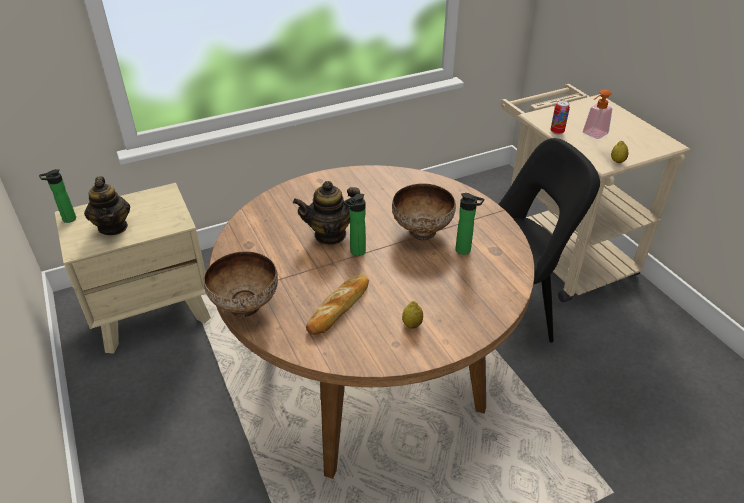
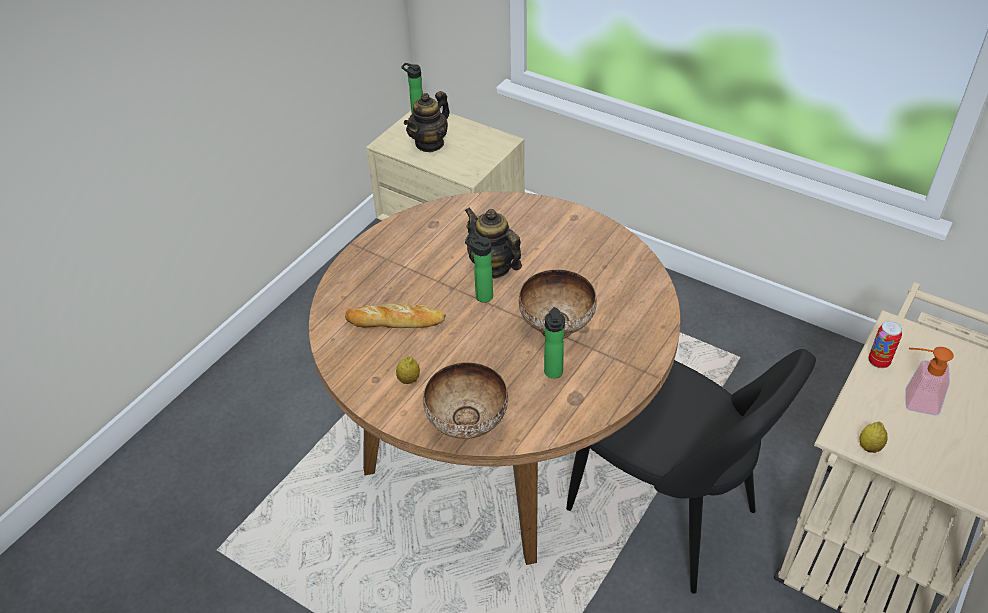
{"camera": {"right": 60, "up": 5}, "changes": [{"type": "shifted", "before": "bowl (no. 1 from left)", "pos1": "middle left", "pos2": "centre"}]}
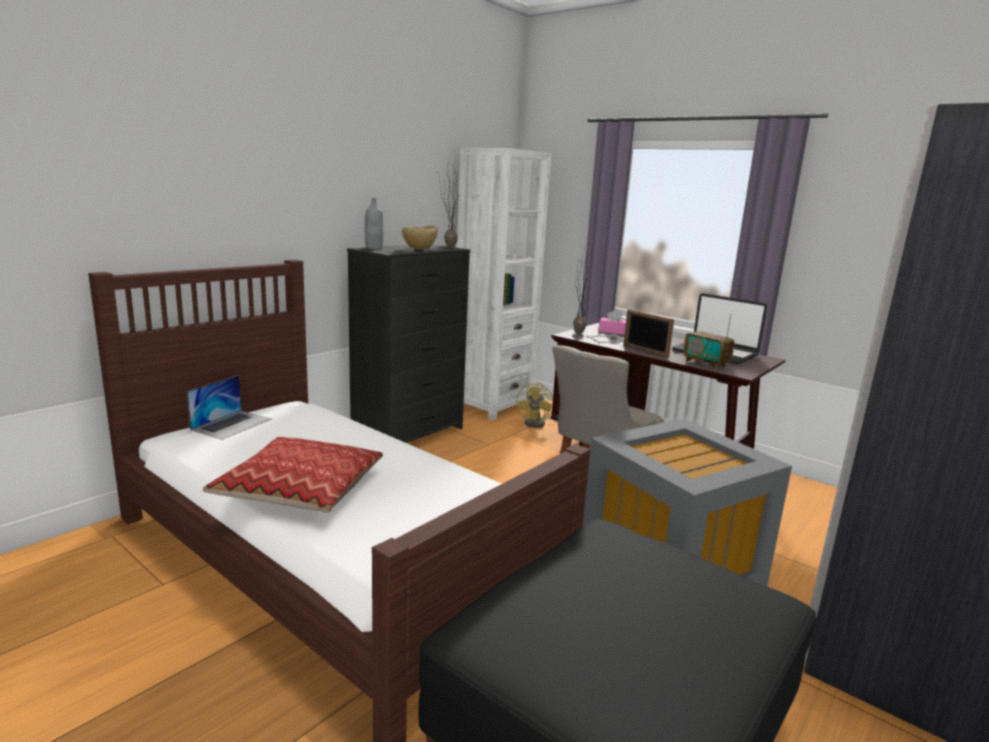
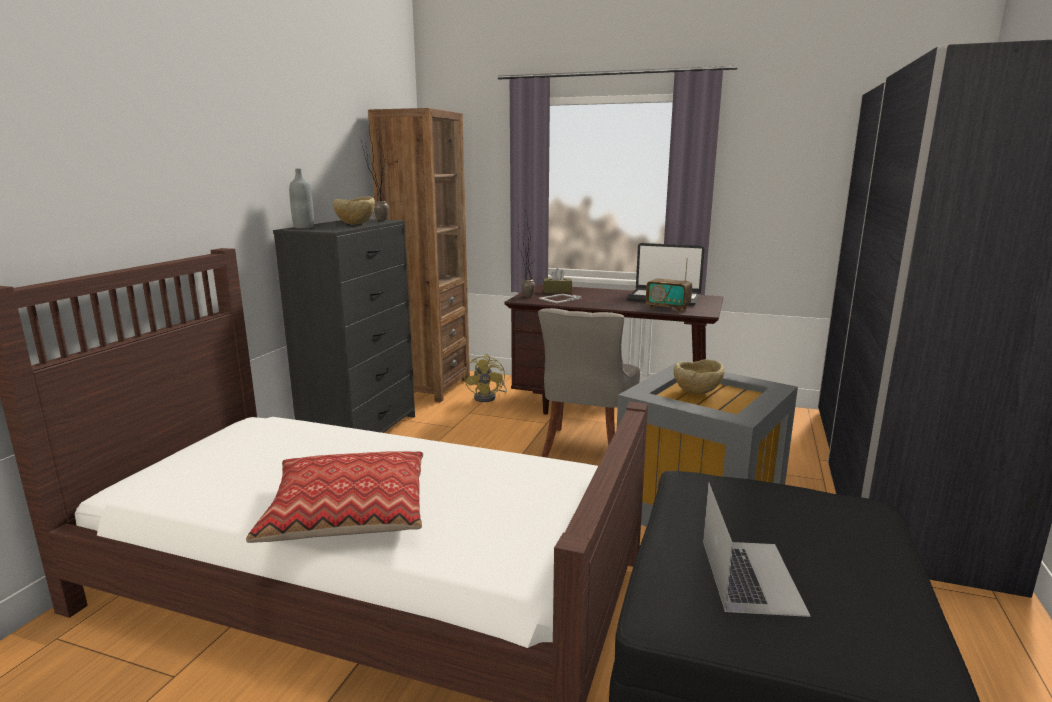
{"camera": {"right": -20, "up": 0}, "changes": [{"type": "repainted", "before": "bookcase in white", "after": "bookcase in brown", "pos1": "centre", "pos2": "centre"}, {"type": "repainted", "before": "tissue box in pink", "after": "tissue box in brown", "pos1": "centre", "pos2": "centre"}, {"type": "gone", "before": "picture frame (no. 2 from left)", "pos1": "centre"}, {"type": "shifted", "before": "laptop (no. 1 from left in the first image)", "after": "laptop (no. 2 from left)", "pos1": "middle left", "pos2": "bottom right"}, {"type": "new", "after": "bowl in beige (no. 2 from left)", "pos2": "centre"}]}
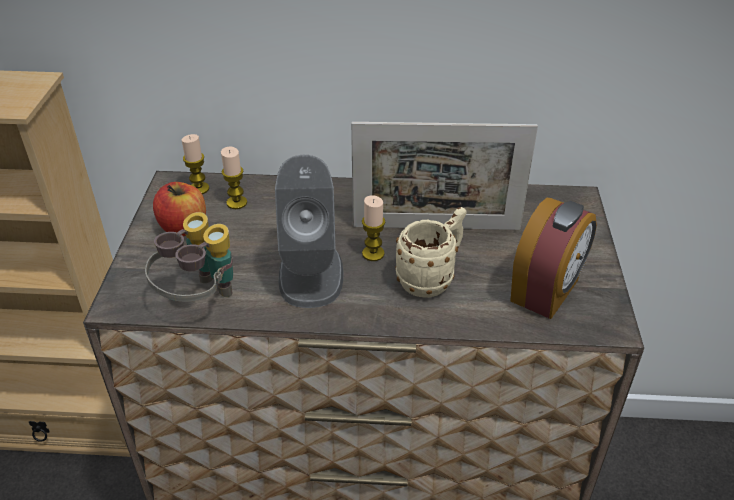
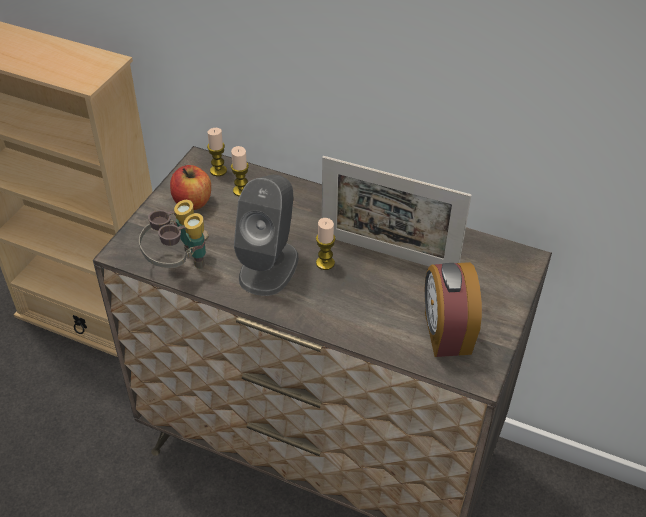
{"camera": {"right": 20, "up": 5}, "changes": [{"type": "rotated", "before": "alarm clock", "pos1": "middle right", "pos2": "middle right", "turn": 120}, {"type": "gone", "before": "mug in beige", "pos1": "centre"}]}
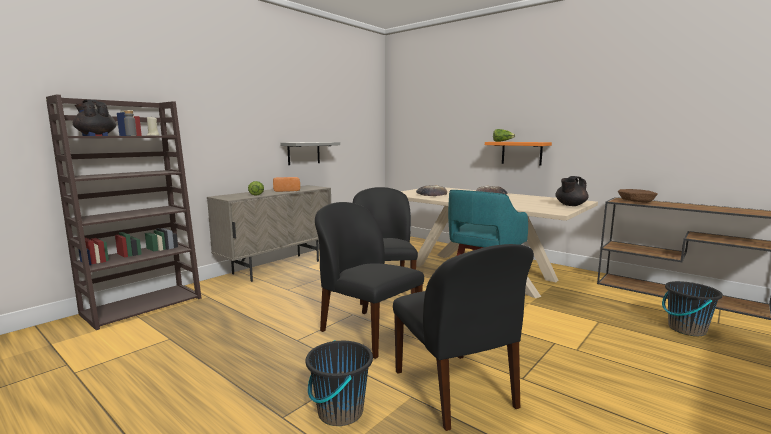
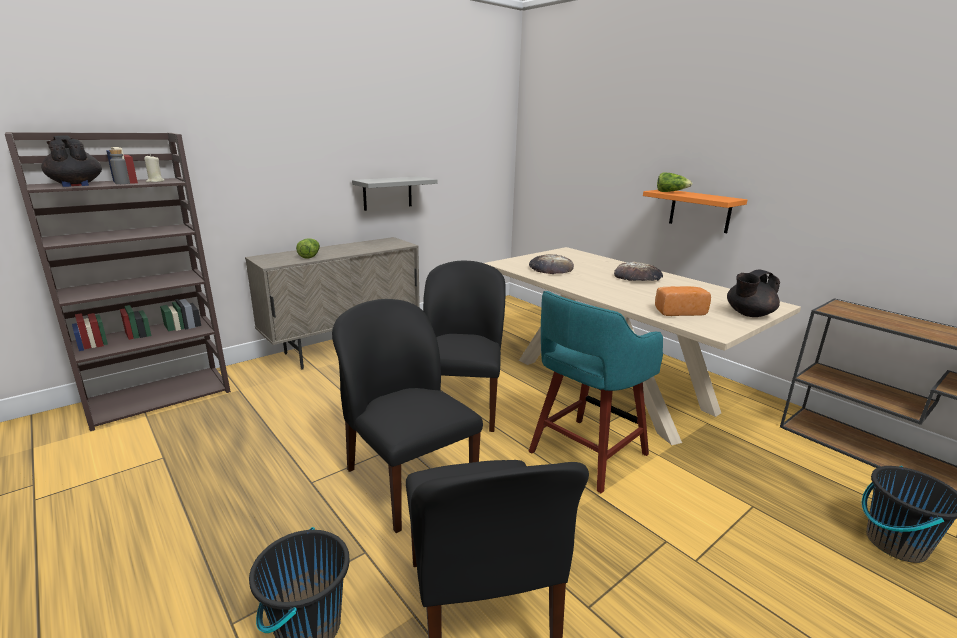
{"camera": {"right": 10, "up": 10}, "changes": [{"type": "shifted", "before": "bread (no. 1 from left in the first image)", "after": "bread (no. 3 from left)", "pos1": "centre", "pos2": "middle right"}, {"type": "gone", "before": "bowl in brown", "pos1": "middle right"}]}
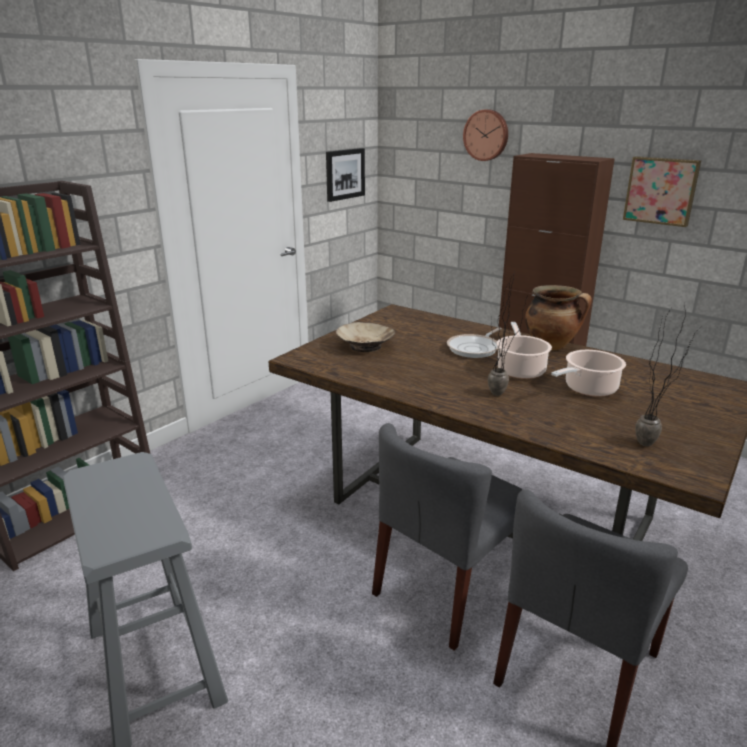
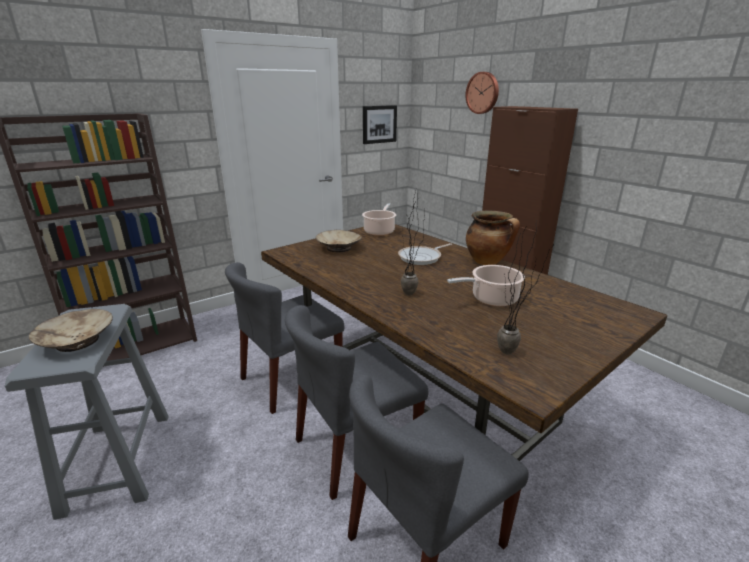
{"camera": {"right": 15, "up": 0}, "changes": [{"type": "gone", "before": "picture (no. 2 from left)", "pos1": "top right"}, {"type": "shifted", "before": "cooking pot (no. 1 from left)", "pos1": "middle right", "pos2": "centre"}, {"type": "new", "after": "chair in grey (no. 1 from left)", "pos2": "centre"}, {"type": "new", "after": "bowl in beige (no. 1 from left)", "pos2": "middle left"}]}
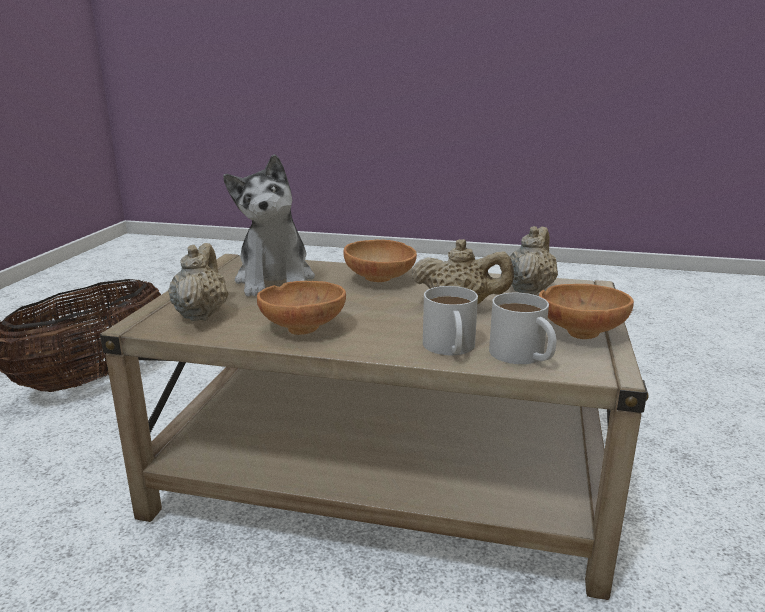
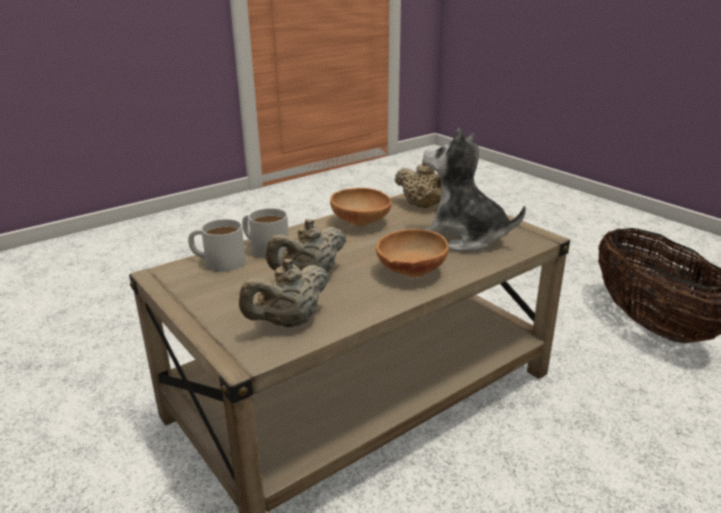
{"camera": {"right": 130, "up": 5}, "changes": [{"type": "rotated", "before": "teapot in beige (no. 3 from left in the first image)", "pos1": "middle right", "pos2": "centre", "turn": 75}, {"type": "gone", "before": "bowl in brown (no. 3 from left)", "pos1": "middle right"}]}
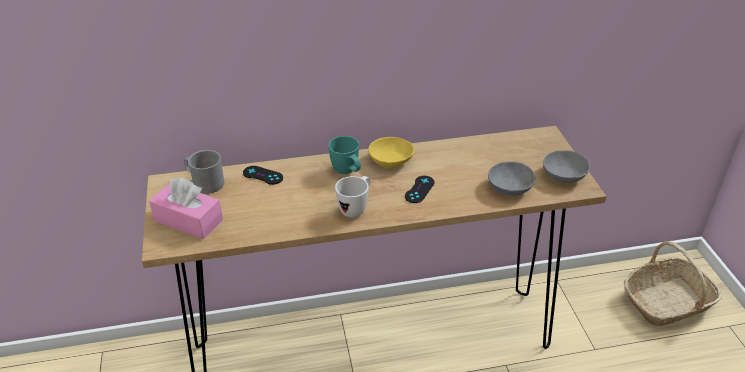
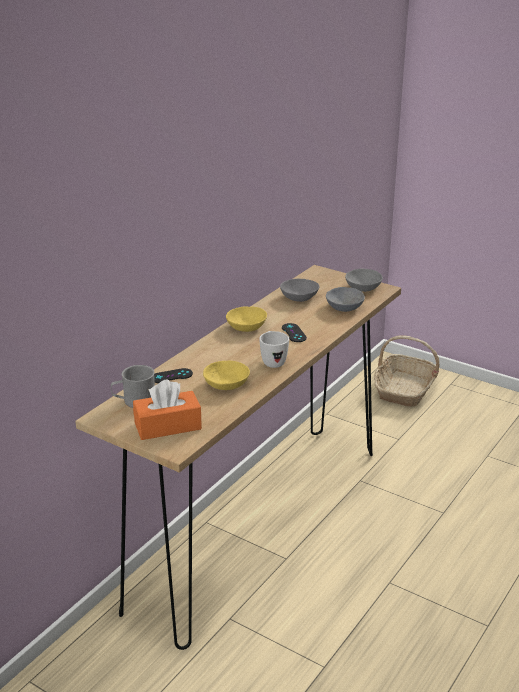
{"camera": {"right": -45, "up": -10}, "changes": [{"type": "gone", "before": "mug in turquoise", "pos1": "centre"}, {"type": "repainted", "before": "tissue box in pink", "after": "tissue box in orange", "pos1": "middle left", "pos2": "middle left"}, {"type": "new", "after": "bowl in grey (no. 1 from left)", "pos2": "centre"}, {"type": "new", "after": "bowl in yellow (no. 1 from left)", "pos2": "centre"}]}
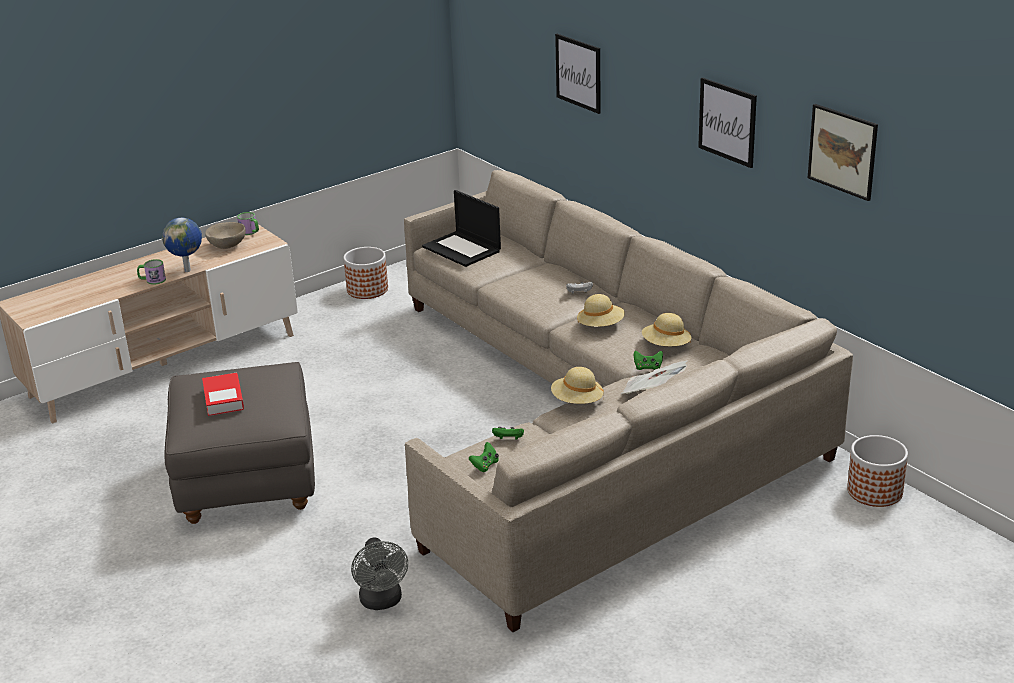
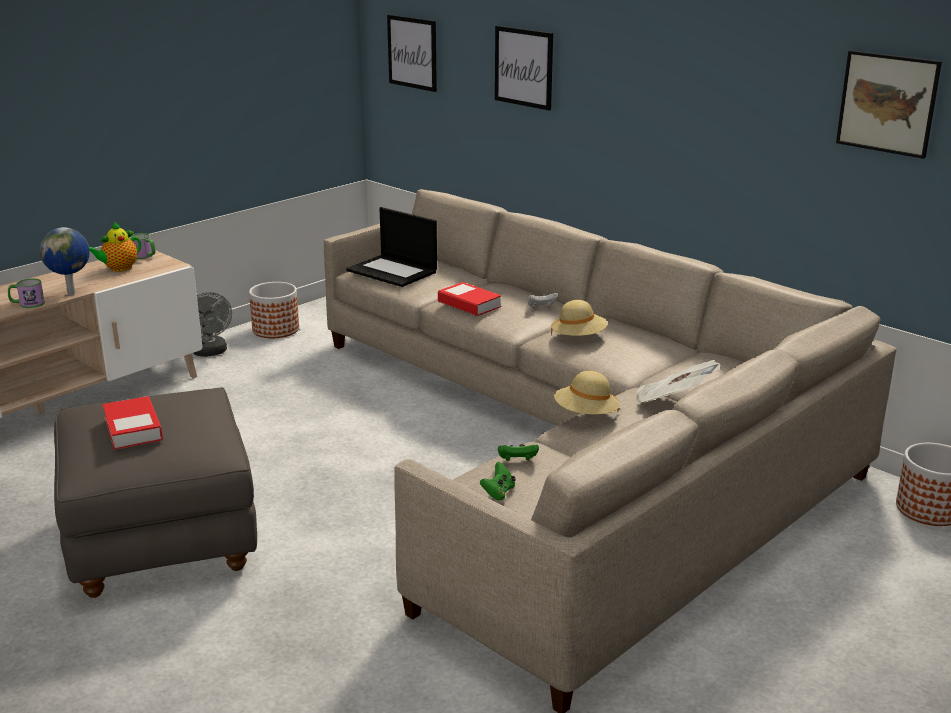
{"camera": {"right": -10, "up": -5}, "changes": [{"type": "shifted", "before": "picture (no. 2 from left in the first image)", "after": "picture (no. 1 from left)", "pos1": "top right", "pos2": "top centre"}, {"type": "swapped", "before": "bowl in beige", "after": "teapot", "pos1": "middle left", "pos2": "middle left"}, {"type": "gone", "before": "hat in beige (no. 3 from left)", "pos1": "centre"}, {"type": "gone", "before": "game controller in green (no. 3 from left)", "pos1": "centre"}, {"type": "shifted", "before": "fan in grey", "pos1": "bottom centre", "pos2": "middle left"}, {"type": "new", "after": "book (no. 2 from left)", "pos2": "centre"}]}
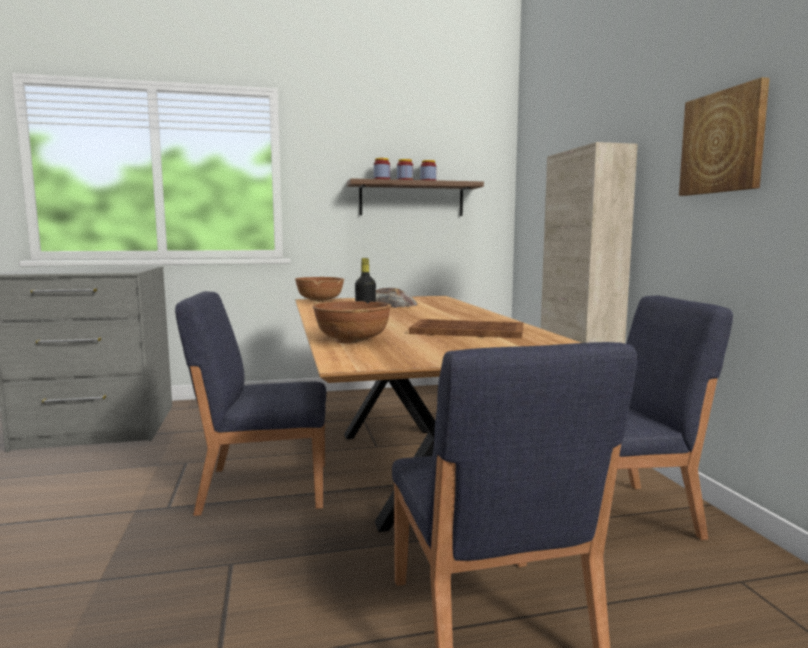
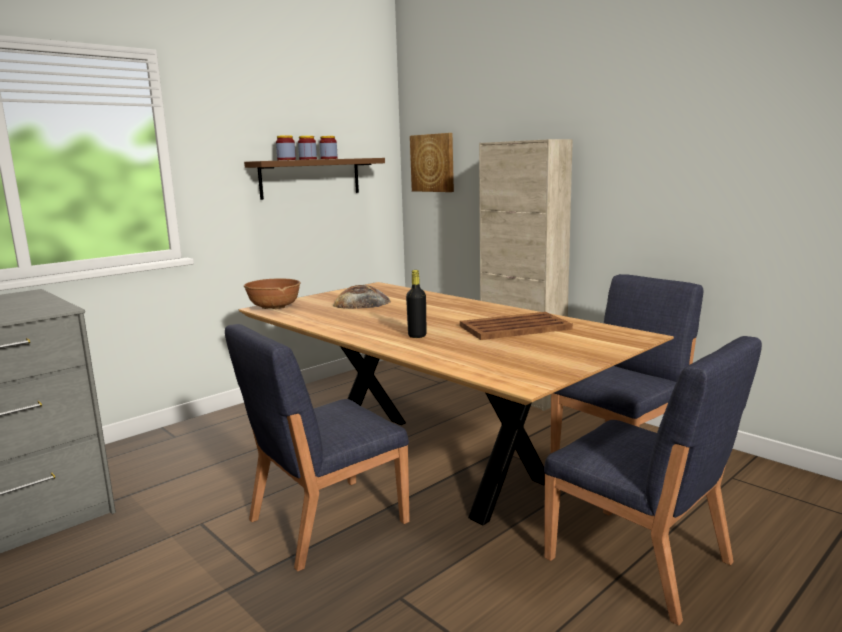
{"camera": {"right": -30, "up": 5}, "changes": [{"type": "shifted", "before": "picture", "pos1": "top right", "pos2": "top centre"}, {"type": "gone", "before": "bowl in brown (no. 2 from left)", "pos1": "centre"}]}
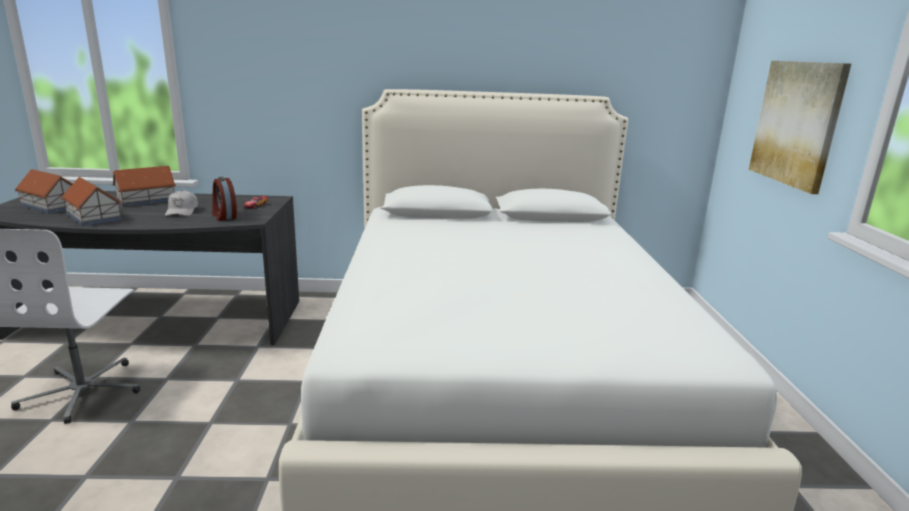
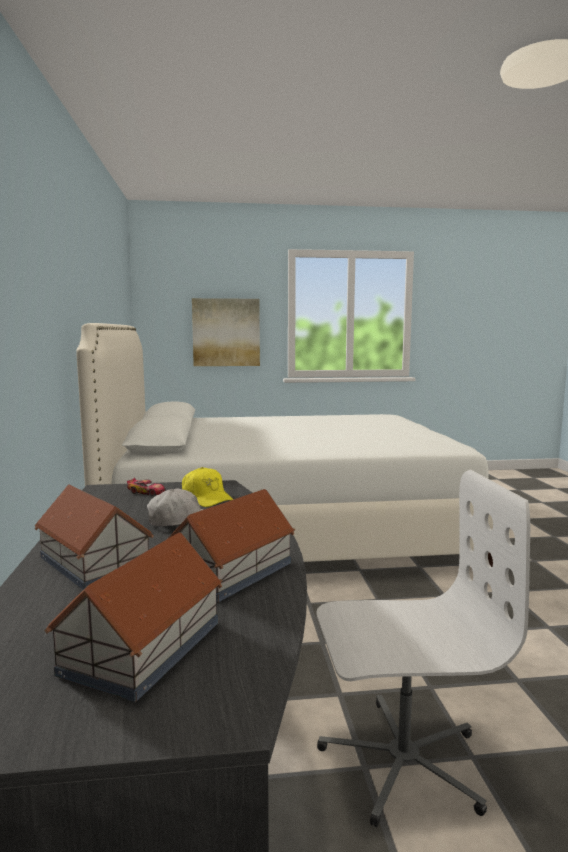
{"camera": {"right": -95, "up": -10}, "changes": [{"type": "swapped", "before": "alarm clock", "after": "cap in yellow", "pos1": "middle left", "pos2": "centre"}]}
